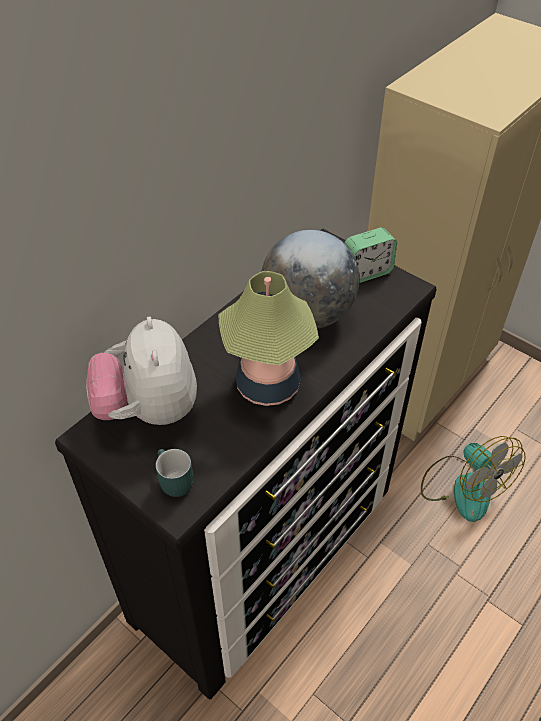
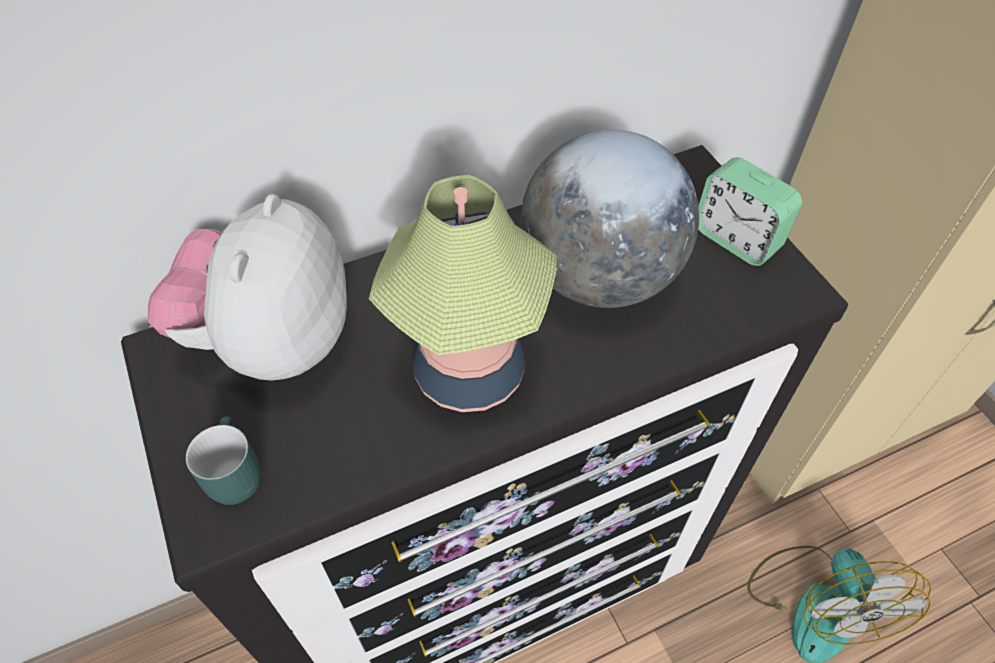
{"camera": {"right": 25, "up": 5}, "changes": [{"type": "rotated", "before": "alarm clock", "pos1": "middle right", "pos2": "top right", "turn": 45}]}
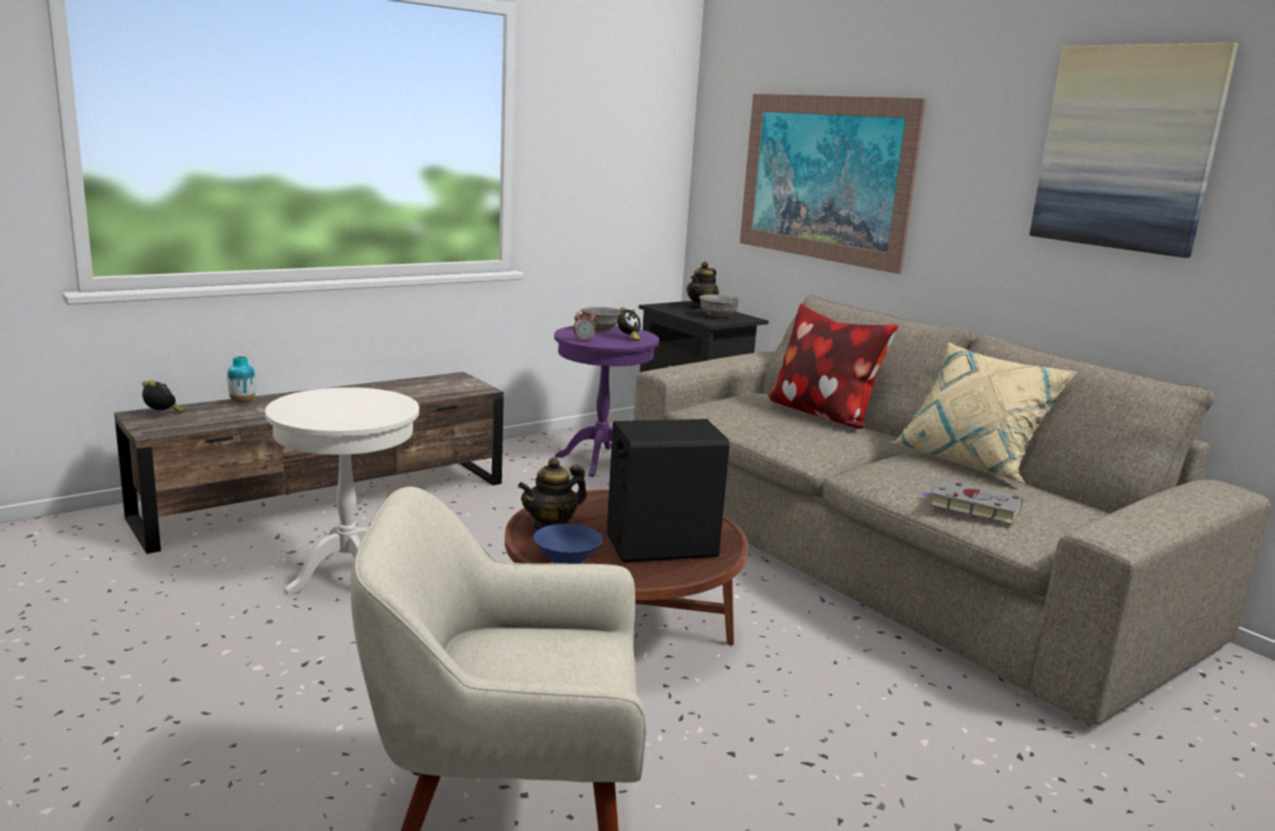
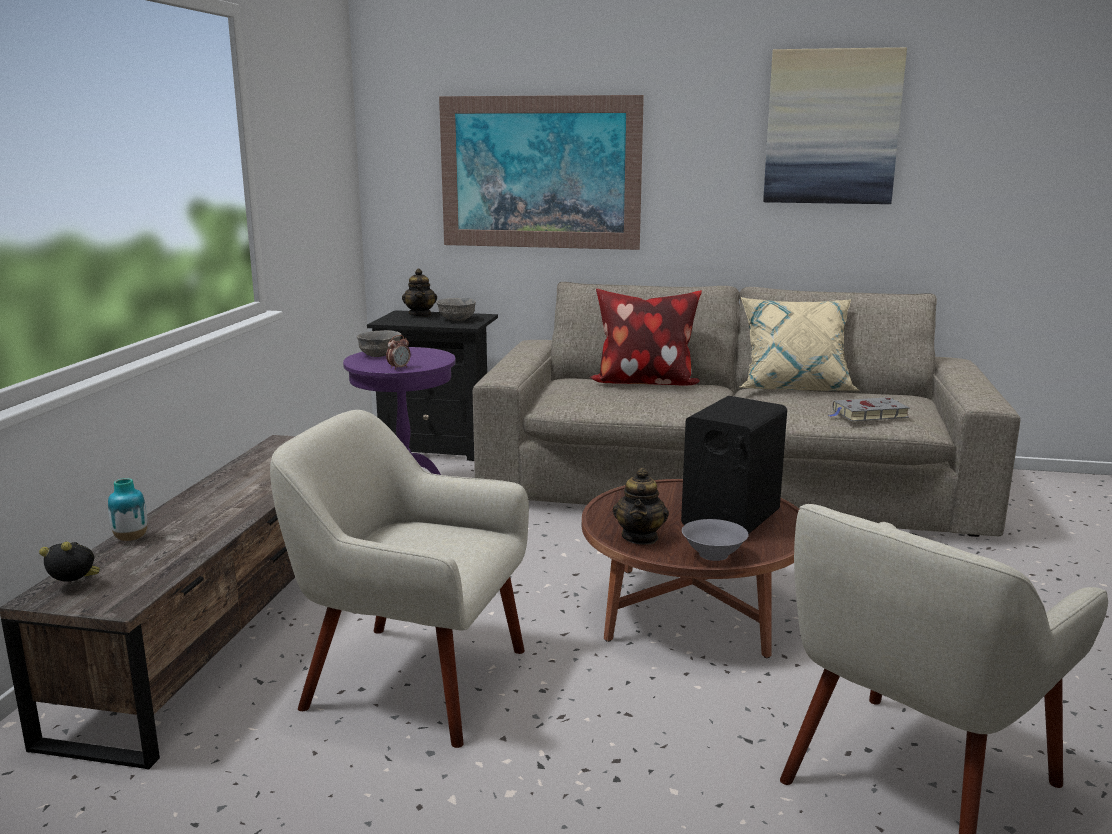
{"camera": {"right": -40, "up": 0}, "changes": [{"type": "gone", "before": "alarm clock (no. 3 from left)", "pos1": "centre"}, {"type": "swapped", "before": "side table in white", "after": "armchair in beige (no. 1 from left)", "pos1": "middle left", "pos2": "bottom centre"}, {"type": "repainted", "before": "bowl in blue", "after": "bowl in grey (no. 3 from left)", "pos1": "centre", "pos2": "centre"}]}
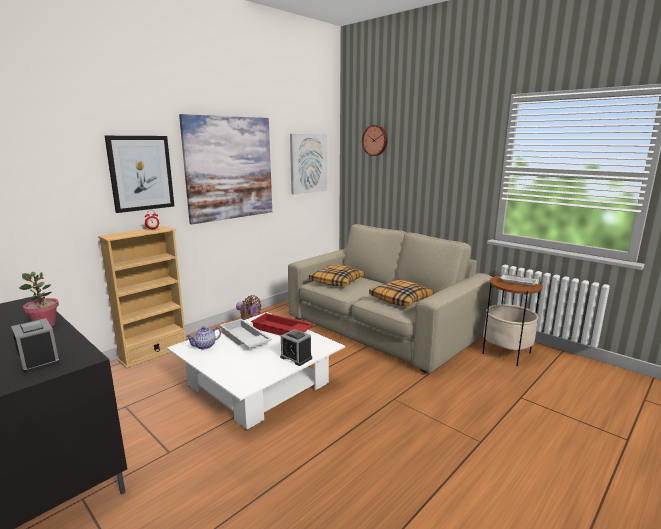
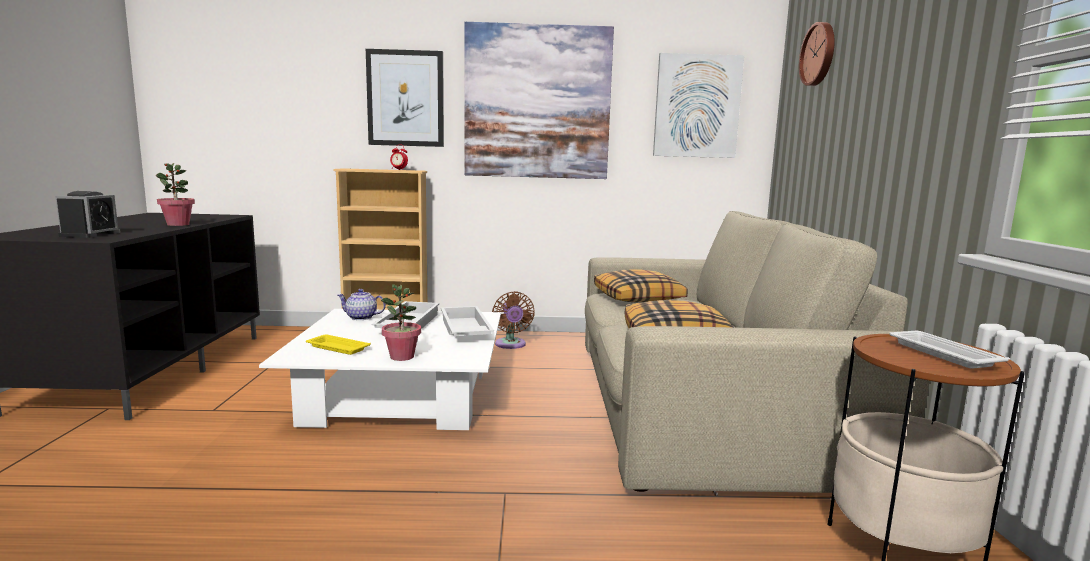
{"camera": {"right": 45, "up": -5}, "changes": [{"type": "repainted", "before": "tray in red", "after": "tray in white (no. 2 from left)", "pos1": "centre", "pos2": "centre"}, {"type": "swapped", "before": "alarm clock (no. 3 from left)", "after": "potted plant (no. 2 from left)", "pos1": "centre", "pos2": "centre"}, {"type": "new", "after": "tray in yellow", "pos2": "middle left"}]}
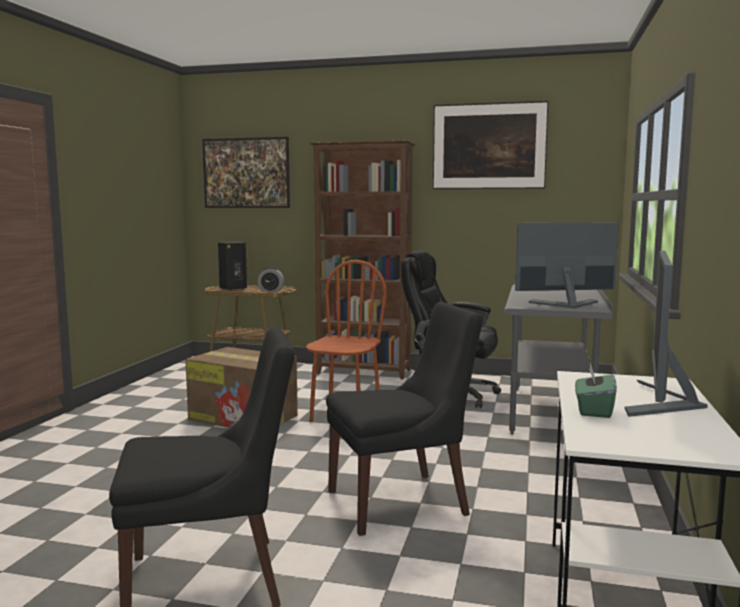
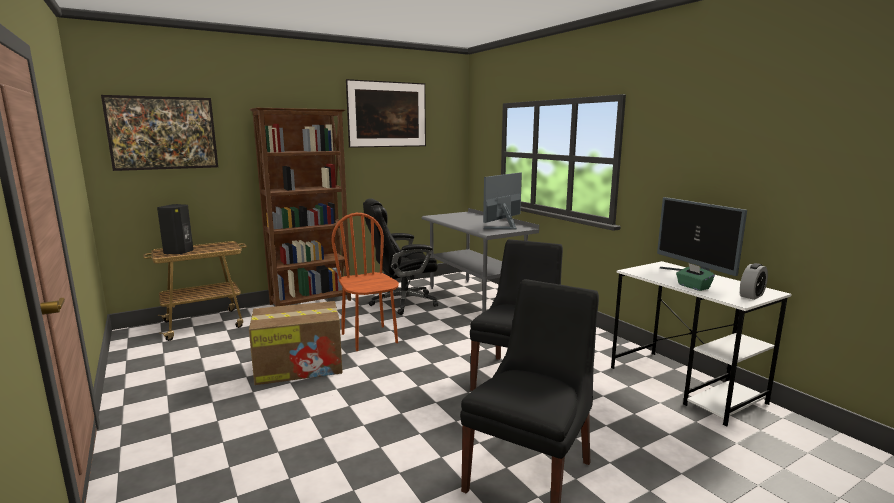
{"camera": {"right": -45, "up": 5}, "changes": [{"type": "shifted", "before": "alarm clock", "pos1": "centre", "pos2": "middle right"}]}
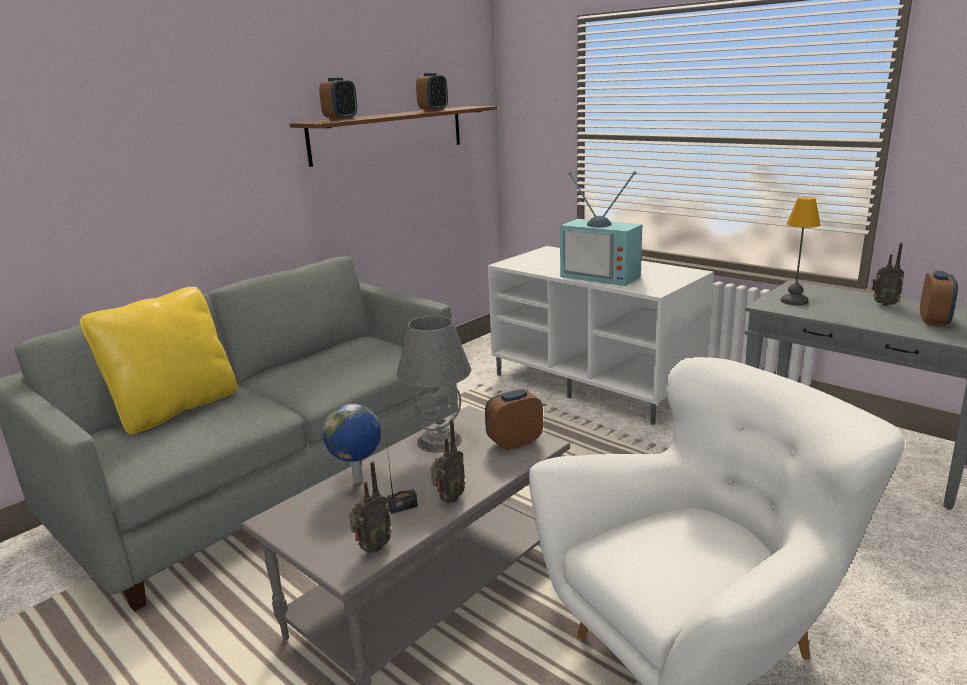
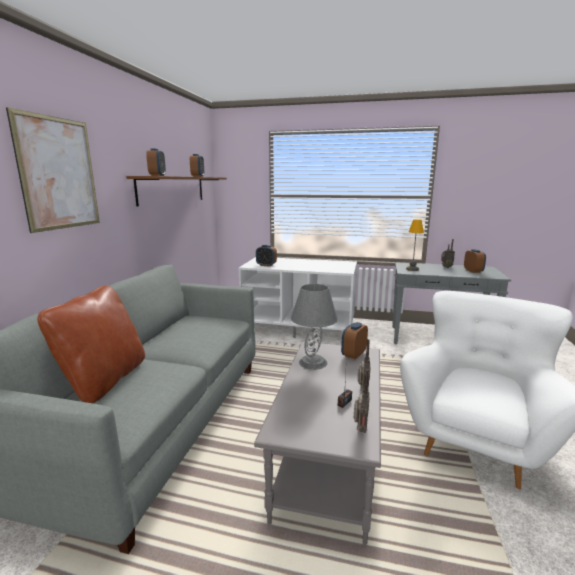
{"camera": {"right": -30, "up": -5}, "changes": [{"type": "gone", "before": "television", "pos1": "top centre"}, {"type": "repainted", "before": "pillow in yellow", "after": "pillow in brown", "pos1": "middle left", "pos2": "middle left"}, {"type": "gone", "before": "globe", "pos1": "centre"}, {"type": "new", "after": "picture", "pos2": "top left"}, {"type": "new", "after": "alarm clock (no. 3 from left)", "pos2": "centre"}]}
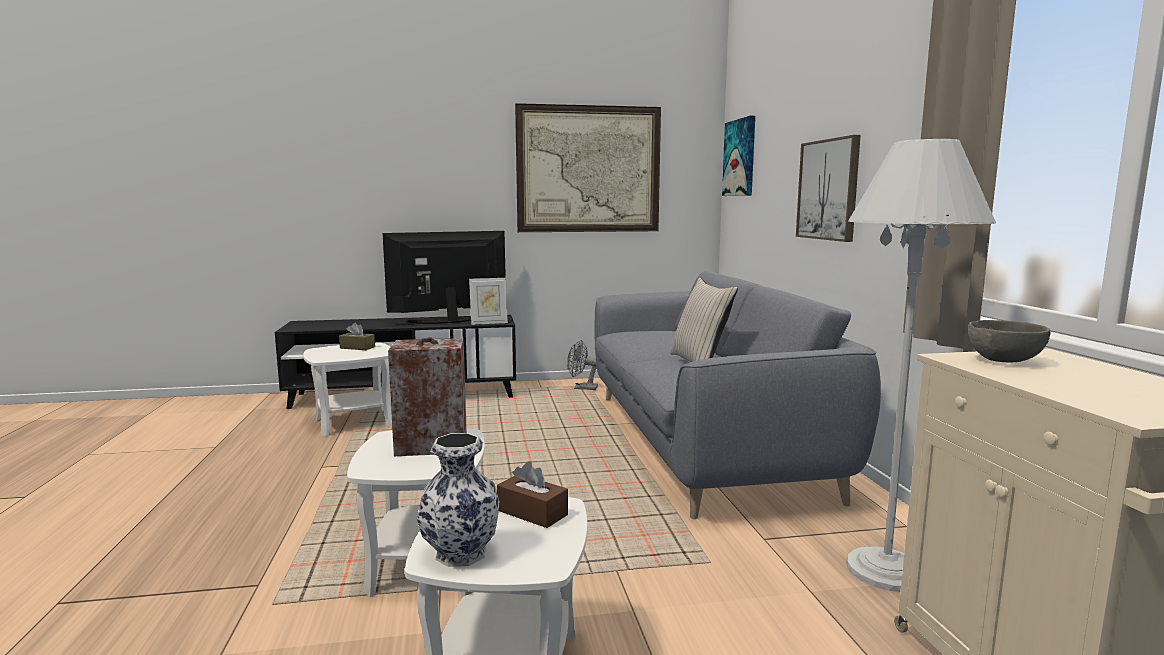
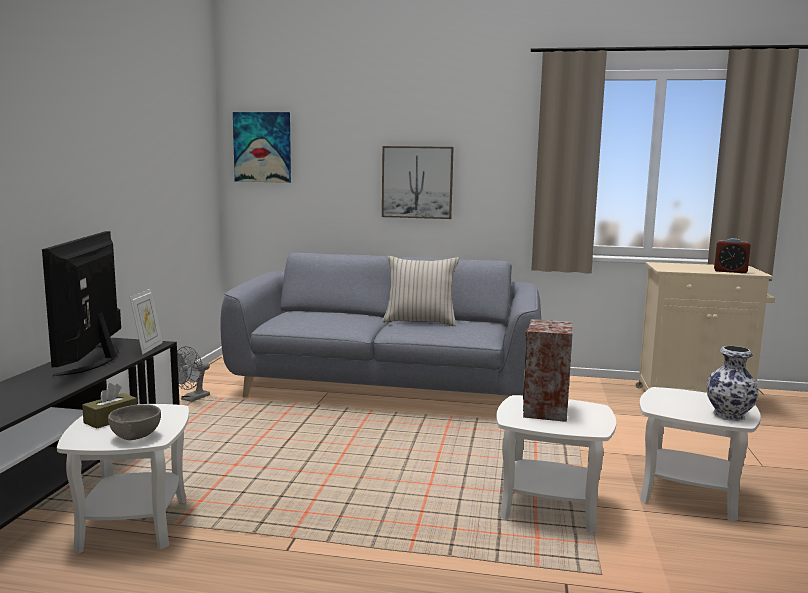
{"camera": {"right": -70, "up": 0}, "changes": [{"type": "gone", "before": "picture (no. 1 from left)", "pos1": "top centre"}, {"type": "gone", "before": "floor lamp in white", "pos1": "middle right"}, {"type": "shifted", "before": "bowl in grey", "pos1": "middle right", "pos2": "bottom left"}, {"type": "gone", "before": "tissue box in brown (no. 2 from left)", "pos1": "bottom centre"}, {"type": "new", "after": "alarm clock", "pos2": "middle right"}]}
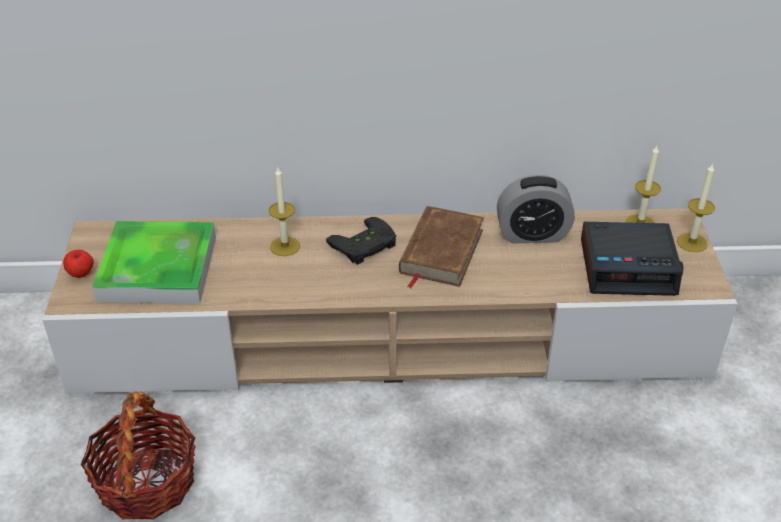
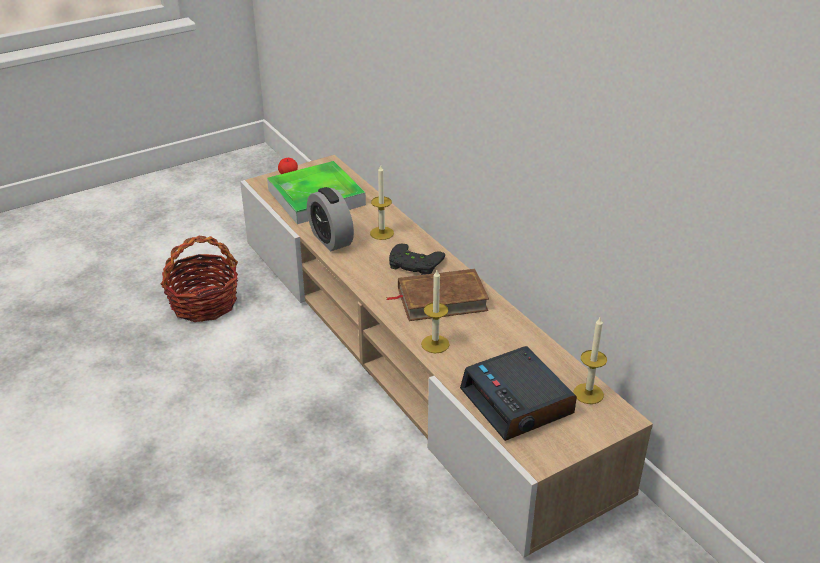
{"camera": {"right": 60, "up": -5}, "changes": [{"type": "shifted", "before": "candle (no. 3 from left in the first image)", "after": "candle (no. 2 from left)", "pos1": "middle right", "pos2": "centre"}, {"type": "shifted", "before": "alarm clock (no. 1 from left)", "pos1": "middle right", "pos2": "centre"}]}
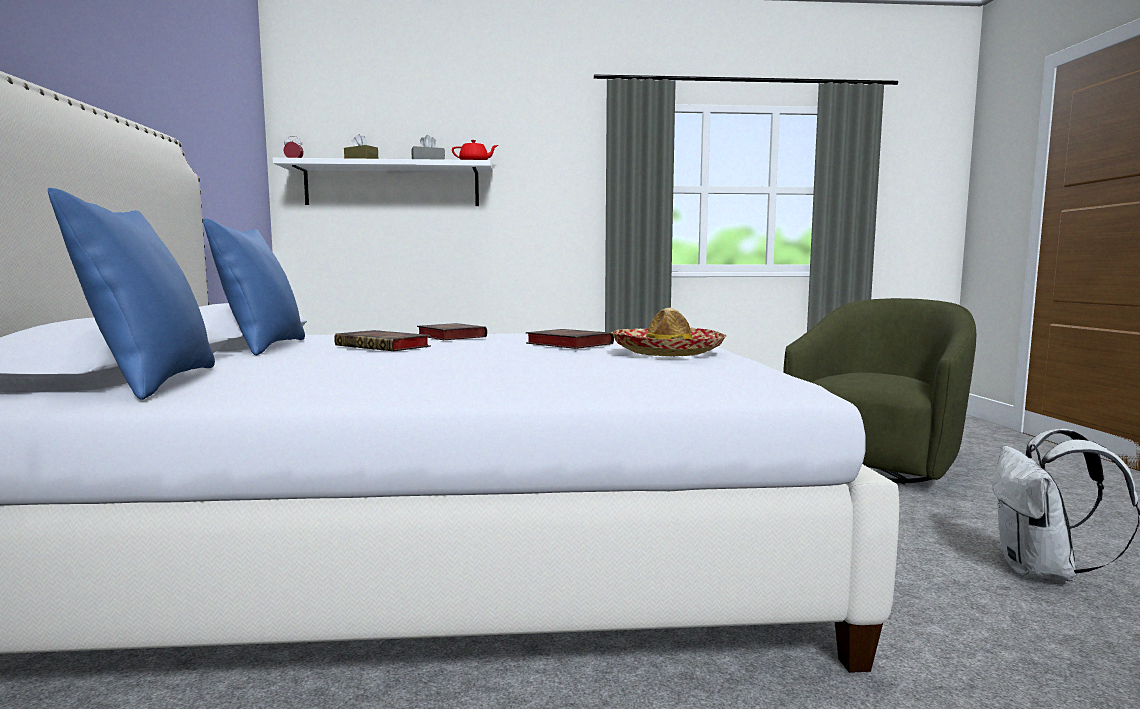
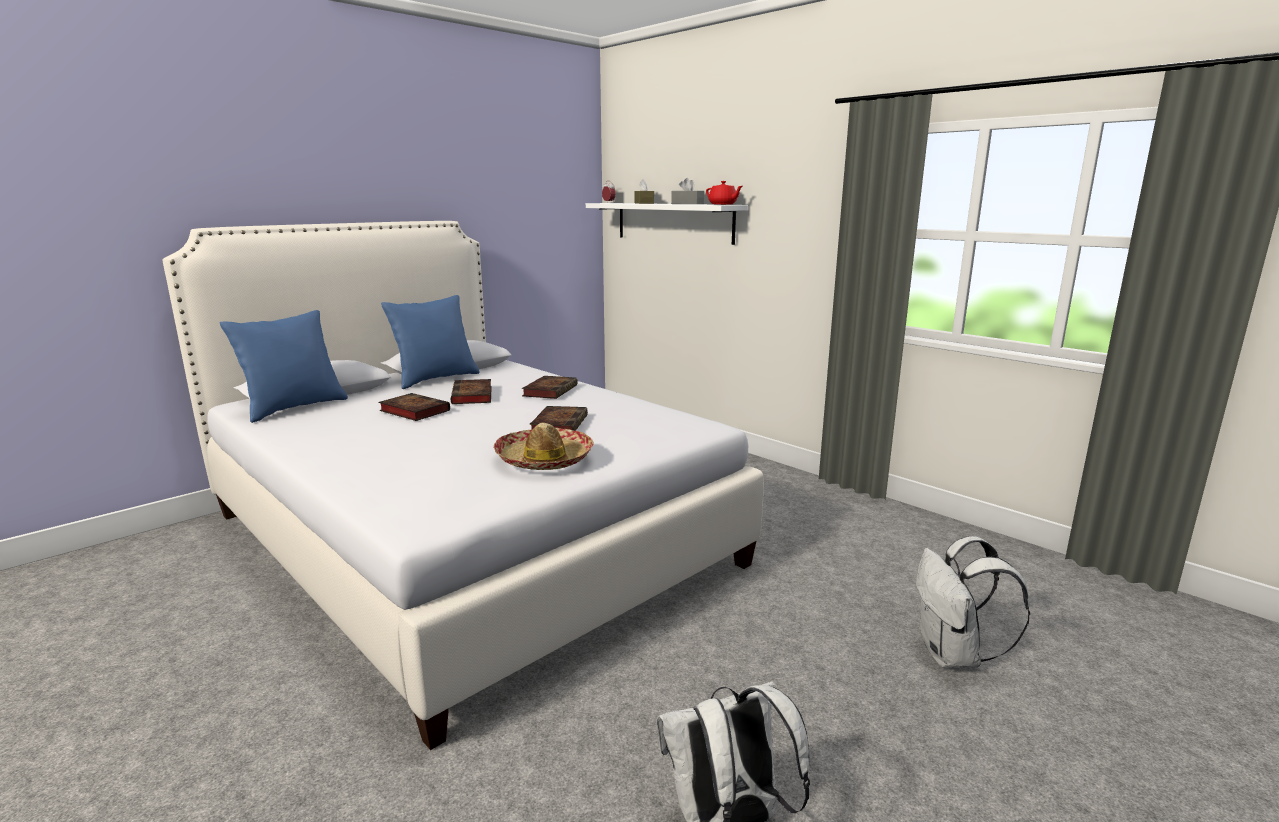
{"camera": {"right": 50, "up": 10}, "changes": [{"type": "swapped", "before": "armchair in green", "after": "backpack in white (no. 2 from left)", "pos1": "middle right", "pos2": "bottom right"}, {"type": "new", "after": "book (no. 1 from left)", "pos2": "middle left"}]}
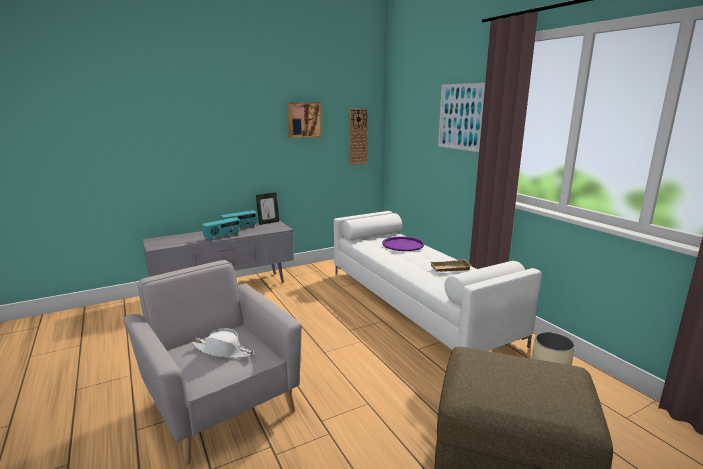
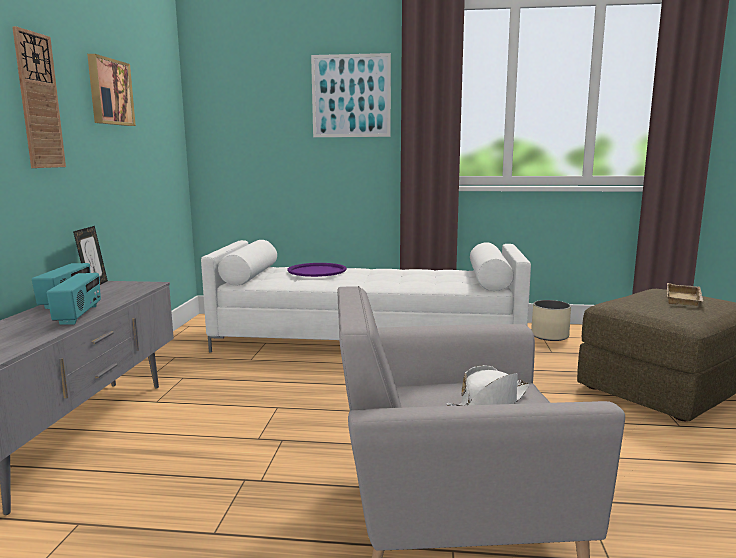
{"camera": {"right": -55, "up": -5}, "changes": [{"type": "shifted", "before": "wall clock", "pos1": "top centre", "pos2": "top left"}, {"type": "shifted", "before": "tray in beige", "pos1": "centre", "pos2": "middle right"}]}
